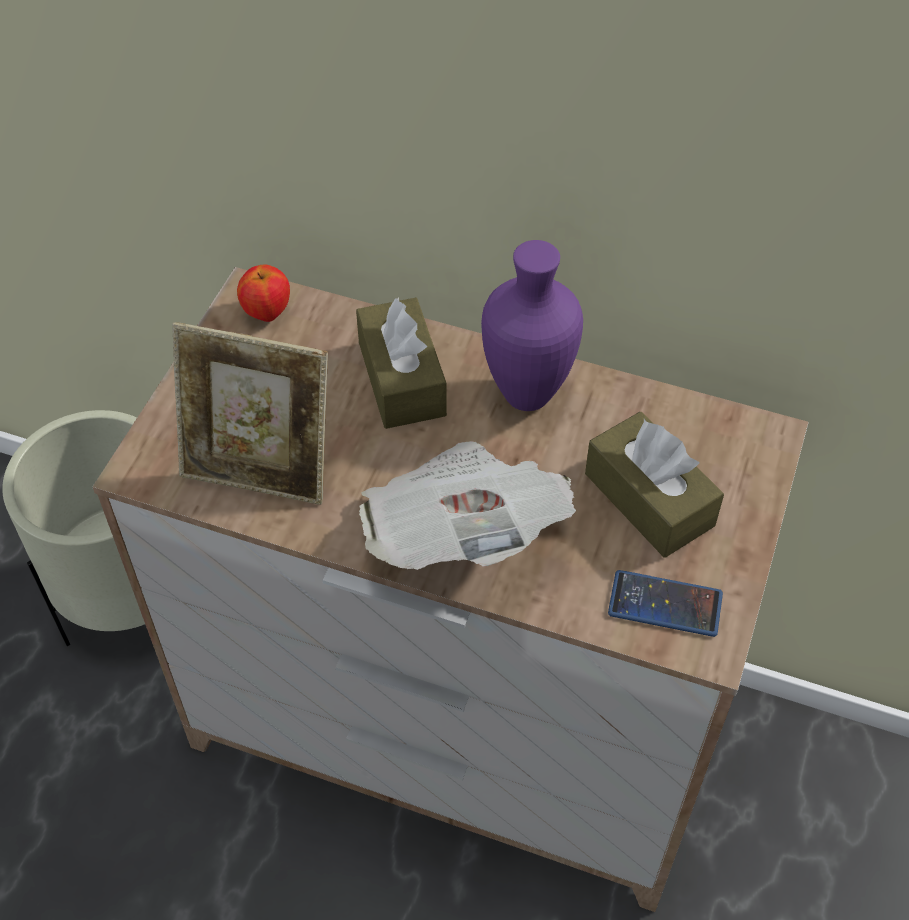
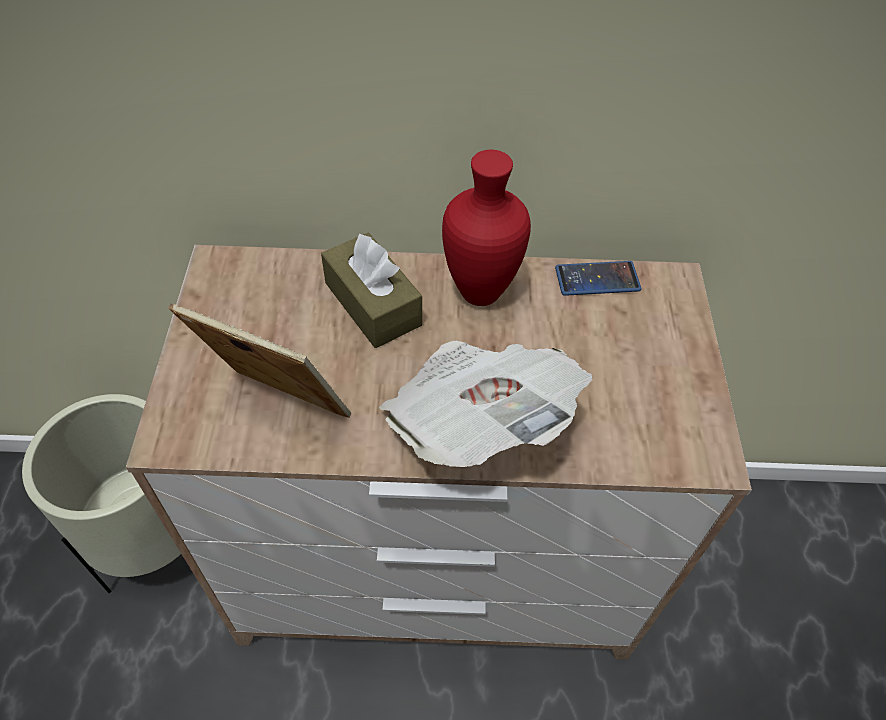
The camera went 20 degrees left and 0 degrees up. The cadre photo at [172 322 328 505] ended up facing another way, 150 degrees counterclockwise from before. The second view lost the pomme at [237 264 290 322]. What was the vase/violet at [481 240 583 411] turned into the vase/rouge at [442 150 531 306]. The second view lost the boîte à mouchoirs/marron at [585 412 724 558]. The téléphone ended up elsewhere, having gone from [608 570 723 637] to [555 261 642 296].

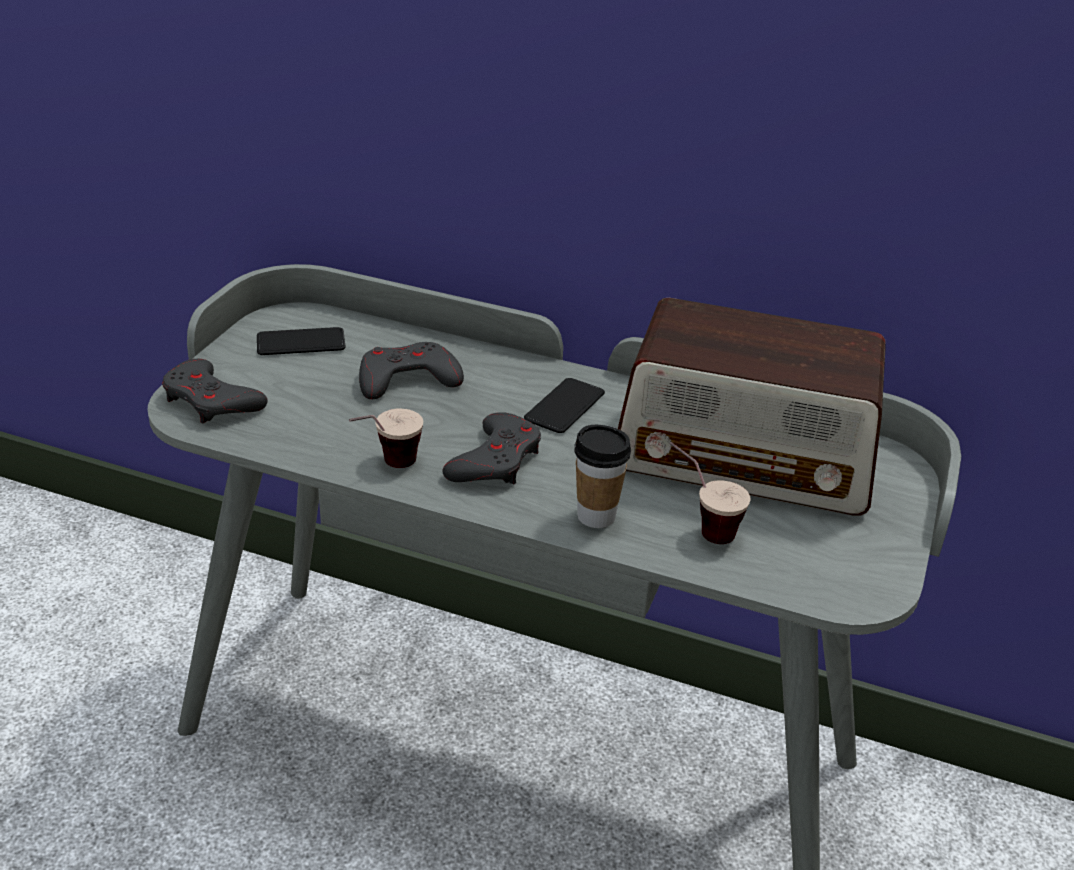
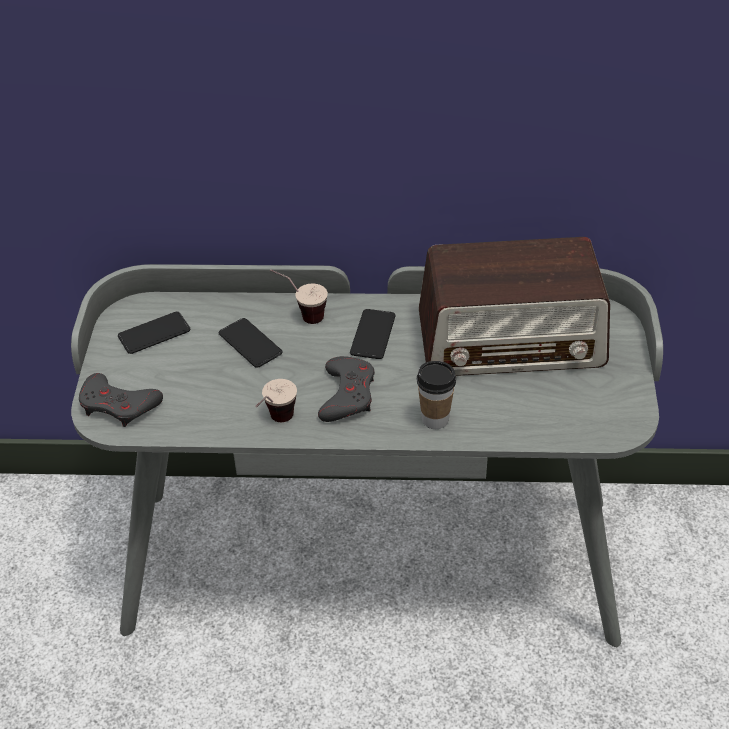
The camera went 15 degrees left and 10 degrees up. Where the manette/gris stood at [359 342 464 399], the téléphone came to stand at [219 318 283 368]. The tasse ended up elsewhere, having gone from [670 442 751 544] to [270 269 328 324].

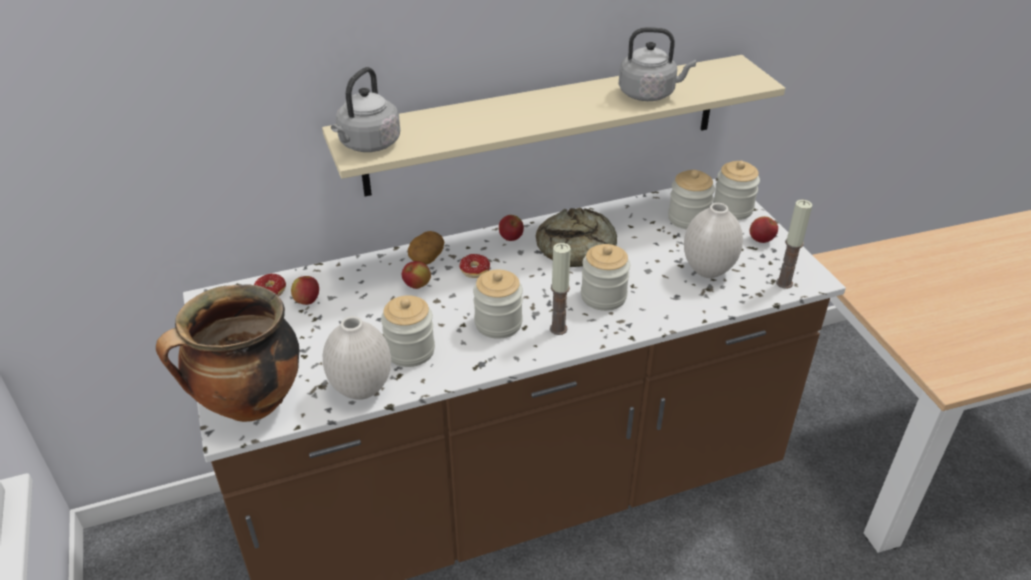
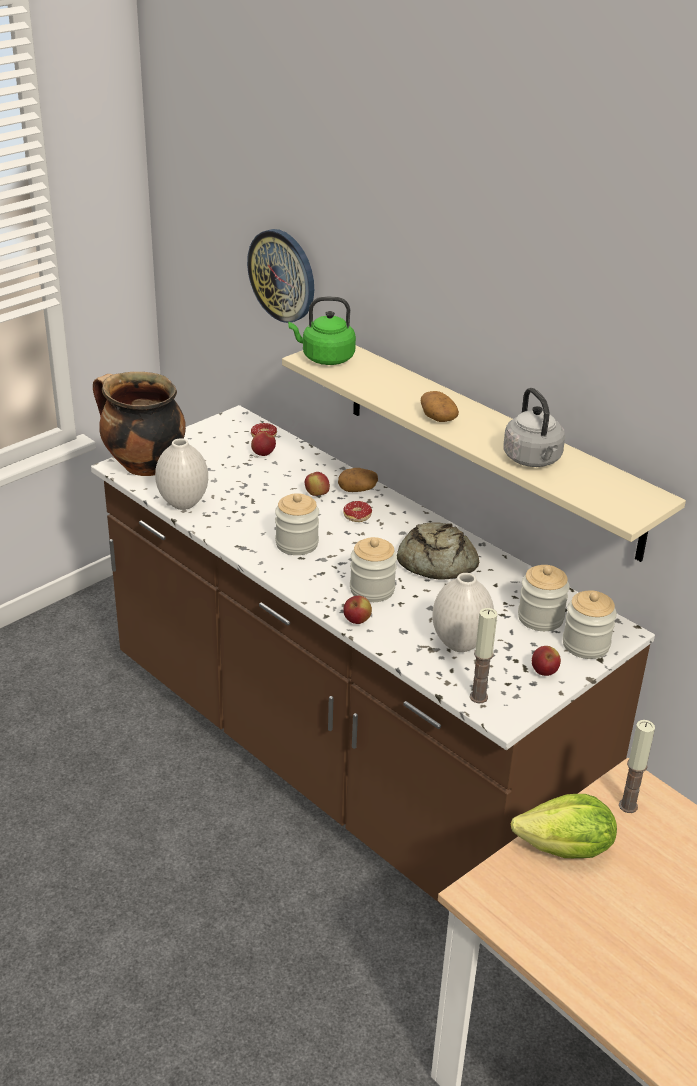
The camera went 65 degrees right and 5 degrees down. What was the bouilloire/gris at [331 67 400 152] turned into the bouilloire/vert at [288 297 356 365]. The second view lost the bocal at [381 295 435 367]. The pomme ended up elsewhere, having gone from [499 215 524 241] to [343 596 372 624]. The bougie ended up elsewhere, having gone from [550 243 571 335] to [619 720 655 813]. The second view gained the horloge murale at [247 229 314 323]. The second view gained the pomme de terre at [421 391 459 422]. The second view gained the laitue at [511 794 617 858].

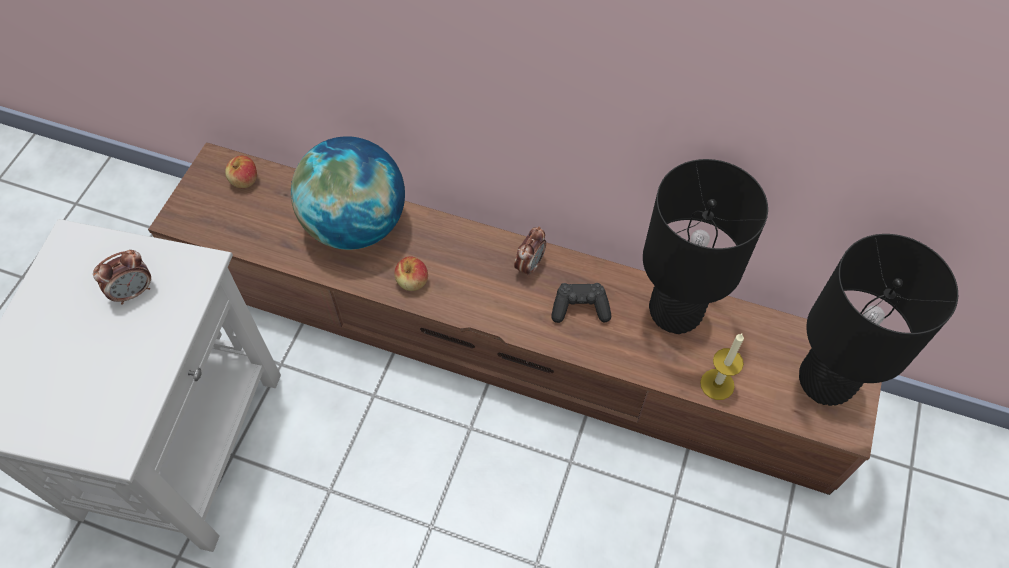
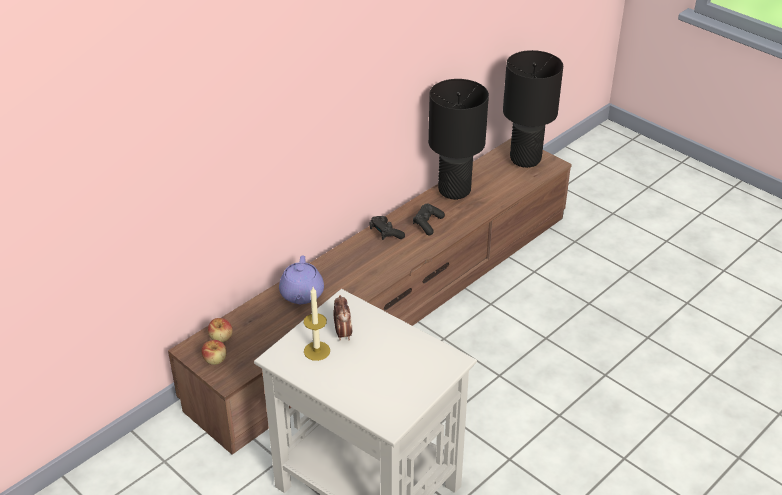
The camera went 65 degrees left and 20 degrees down. Where the globe stood at [291 136 405 250], the théière/violet came to stand at [279 255 324 304]. The pomme ended up elsewhere, having gone from [394 256 428 291] to [201 340 227 365]. Where the réveil stood at [514 226 546 277], the manette/noir came to stand at [369 216 405 240]. The bougie ended up elsewhere, having gone from [700 334 744 400] to [304 287 330 361].

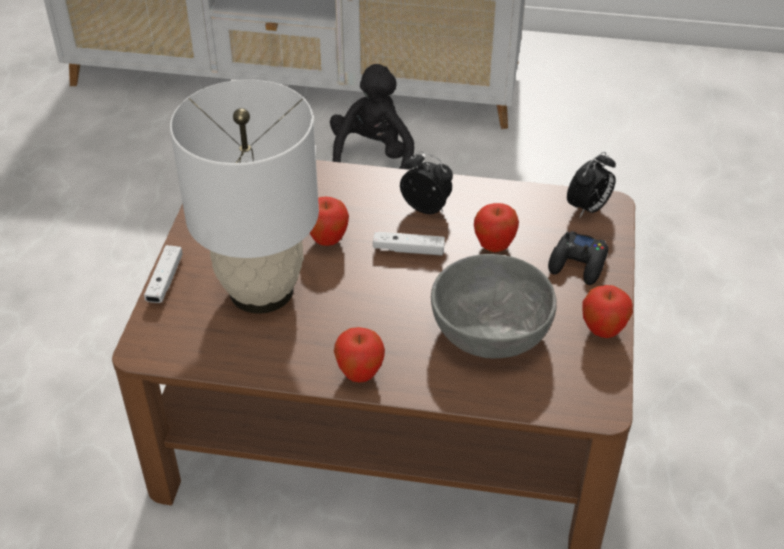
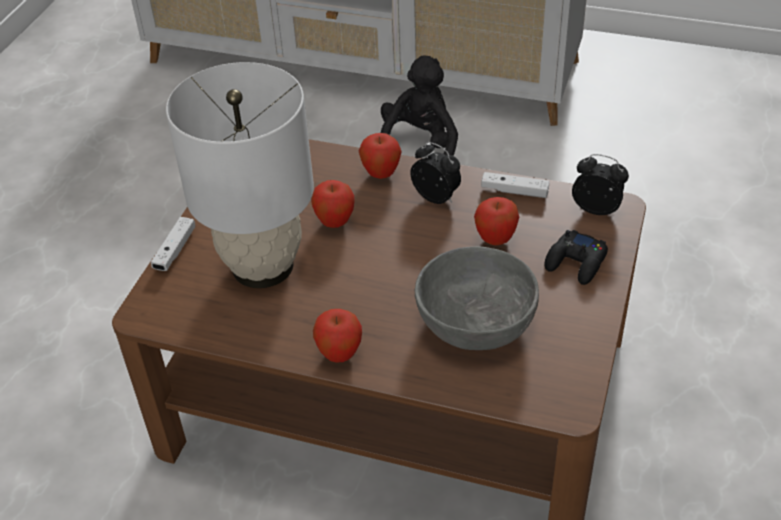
The camera went 10 degrees right and 0 degrees up. The manette/blanc ended up elsewhere, having gone from [373 231 445 256] to [481 172 550 198]. The réveil at [567 152 616 217] ended up facing another way, 120 degrees counterclockwise from before. The pomme ended up elsewhere, having gone from [582 285 633 338] to [359 133 402 179].

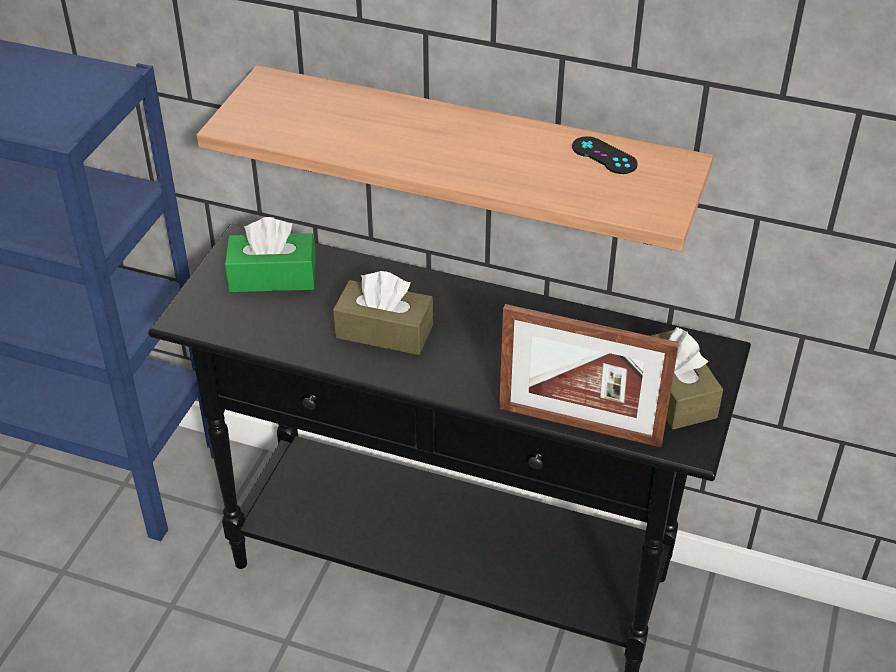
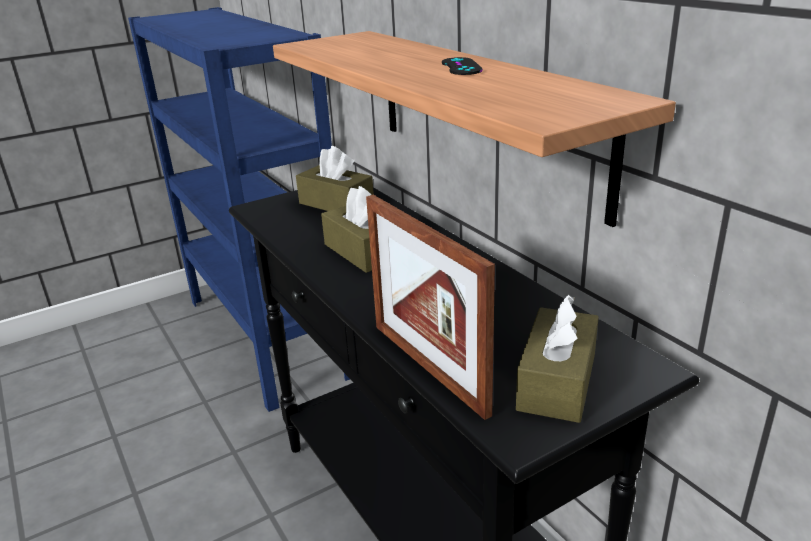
The camera went 40 degrees right and 15 degrees down. What was the boîte à mouchoirs/vert at [225 217 316 292] turned into the boîte à mouchoirs/marron at [296 146 374 211]. The manette/noir ended up elsewhere, having gone from [572 136 638 174] to [442 57 483 75].

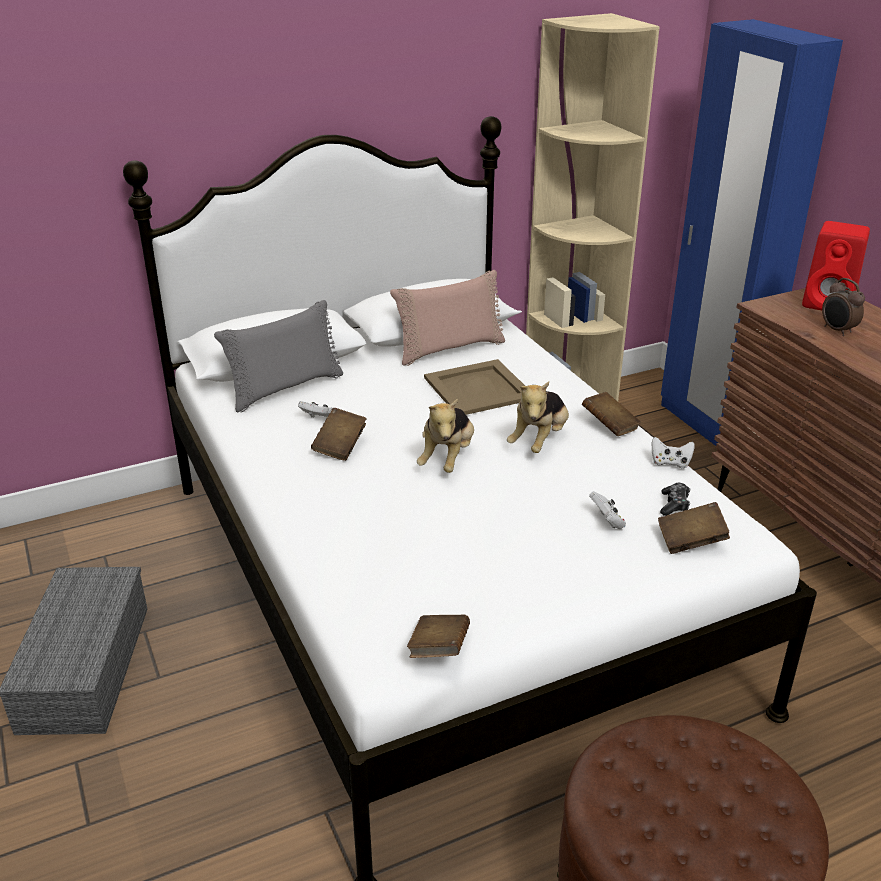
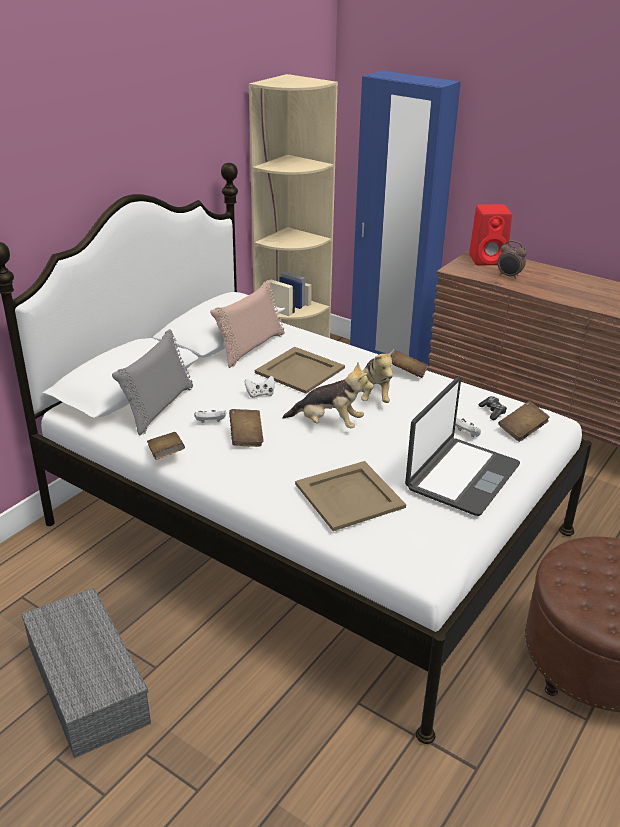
The camera went 30 degrees left and 0 degrees up. The livre/marron ended up elsewhere, having gone from [407 615 470 658] to [147 432 185 460]. The peluche at [417 399 474 473] ended up facing another way, 60 degrees counterclockwise from before. The manette/blanc ended up elsewhere, having gone from [652 437 695 469] to [245 376 275 398]. The second view gained the plateau/beige at [295 461 406 531]. The second view gained the ordinateur portable at [405 377 520 516].

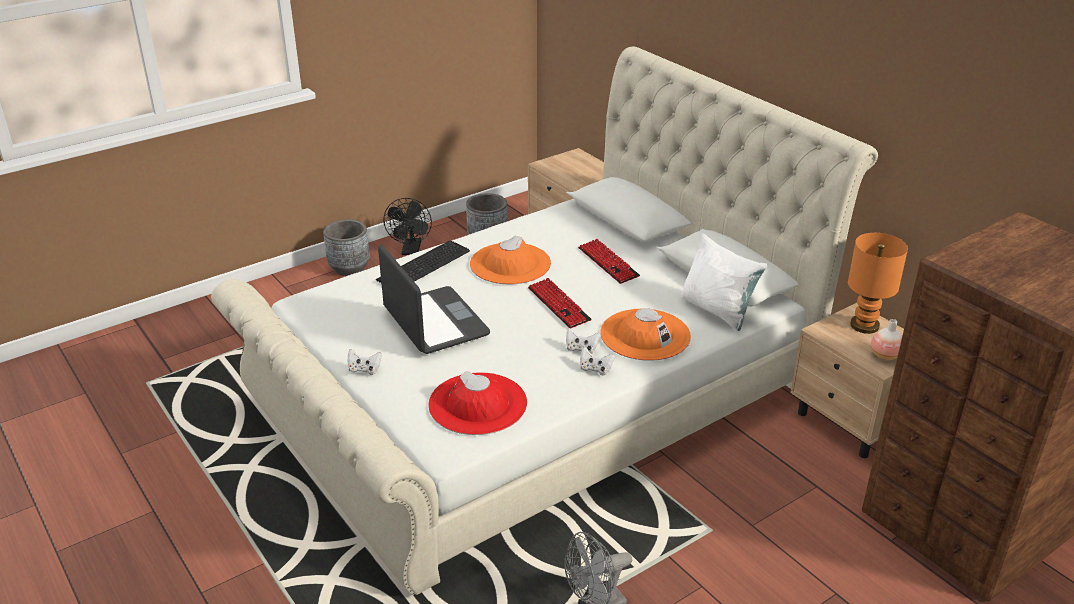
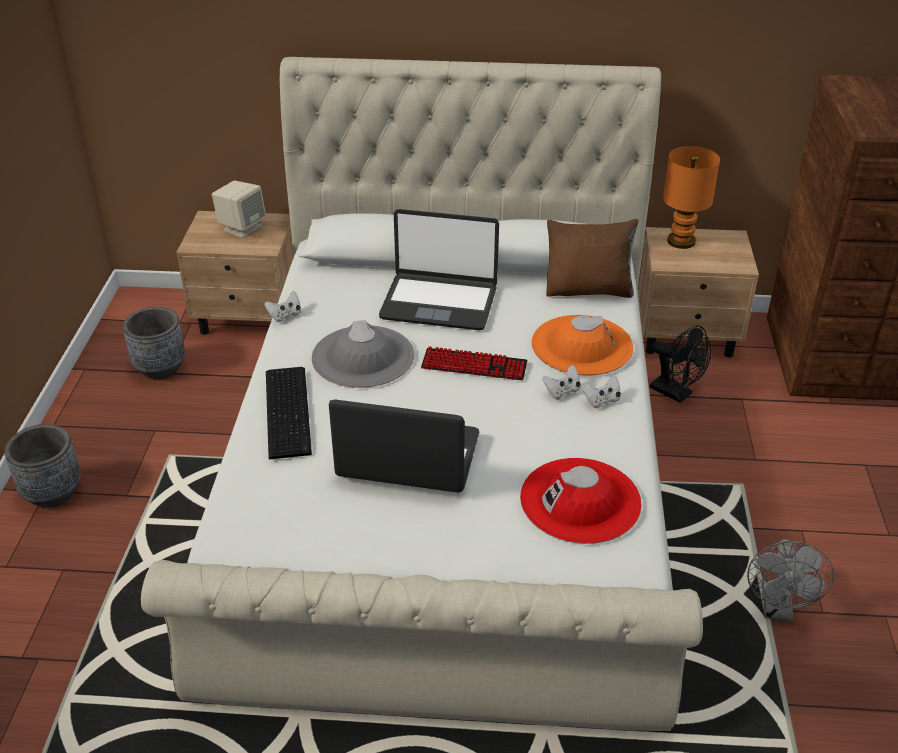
The camera went 50 degrees left and 5 degrees up. The manette/blanc ended up elsewhere, having gone from [348 349 382 375] to [264 291 301 322]. The ventilateur/noir ended up elsewhere, having gone from [383 198 432 255] to [650 325 711 403]. What was the chapeau/orange at [470 236 551 284] turned into the chapeau/gris at [312 320 415 388]. Where the clavier stood at [578 239 640 284], the ordinateur portable came to stand at [379 209 499 330]. What was the coussin/blanc at [681 233 767 331] turned into the coussin/marron at [546 219 638 298]. The second view lost the vase at [871 319 903 360]. The second view gained the enceinte/beige at [212 181 266 238].

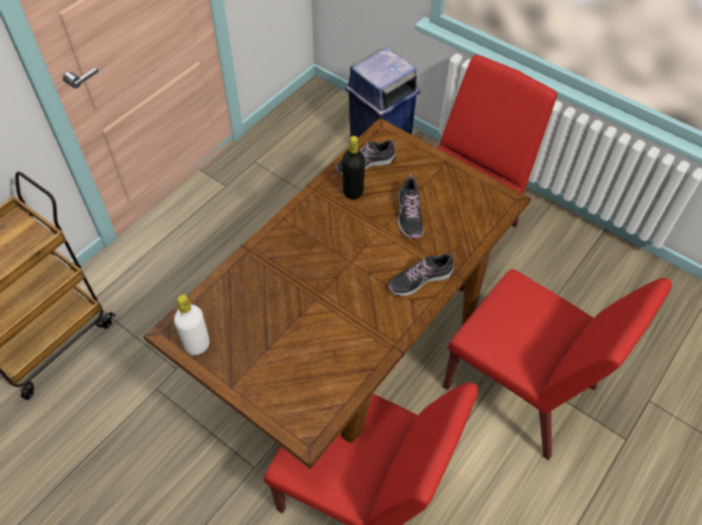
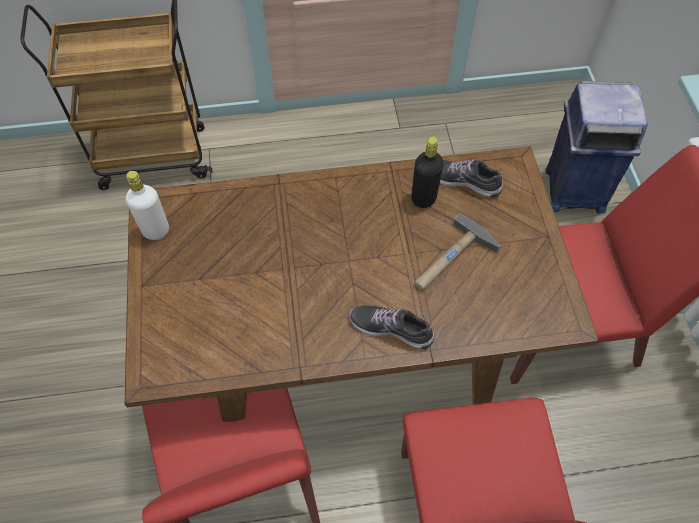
The camera went 45 degrees right and 5 degrees up. Where the chaussure stood at [398 174 424 238], the marteau came to stand at [415 213 500 290].

